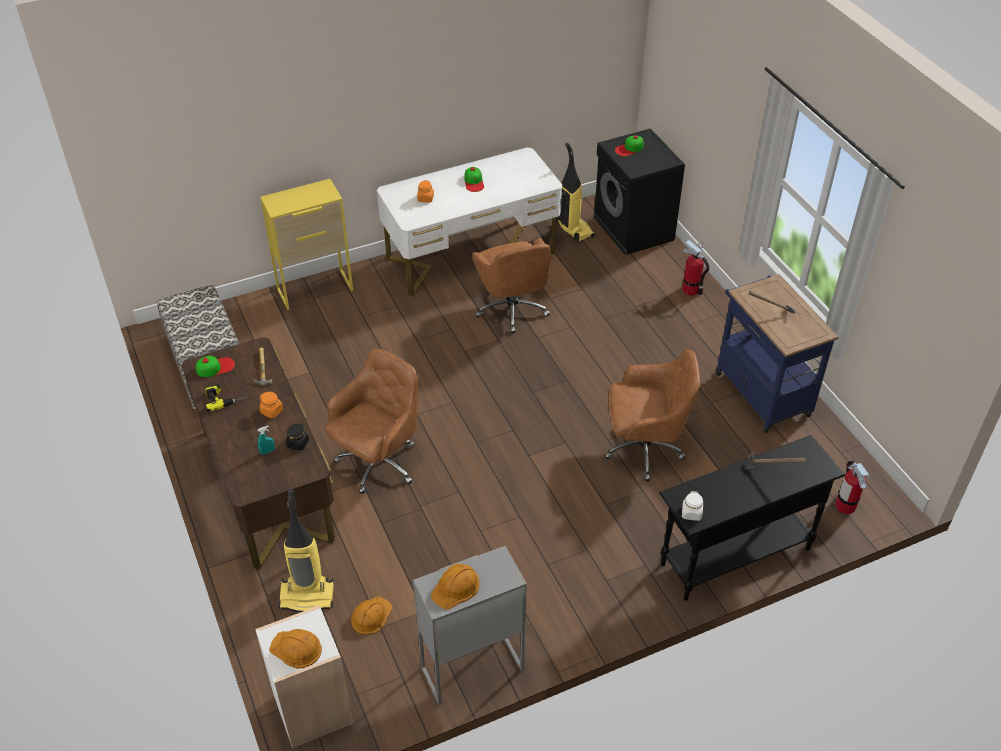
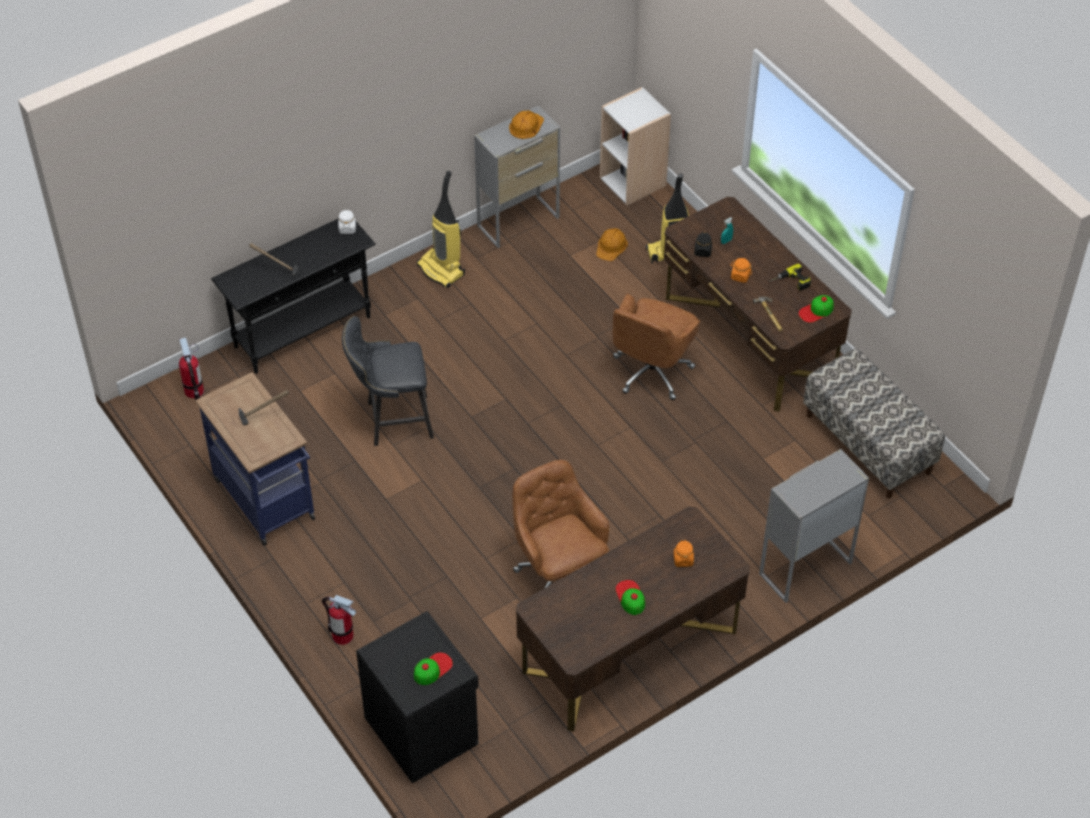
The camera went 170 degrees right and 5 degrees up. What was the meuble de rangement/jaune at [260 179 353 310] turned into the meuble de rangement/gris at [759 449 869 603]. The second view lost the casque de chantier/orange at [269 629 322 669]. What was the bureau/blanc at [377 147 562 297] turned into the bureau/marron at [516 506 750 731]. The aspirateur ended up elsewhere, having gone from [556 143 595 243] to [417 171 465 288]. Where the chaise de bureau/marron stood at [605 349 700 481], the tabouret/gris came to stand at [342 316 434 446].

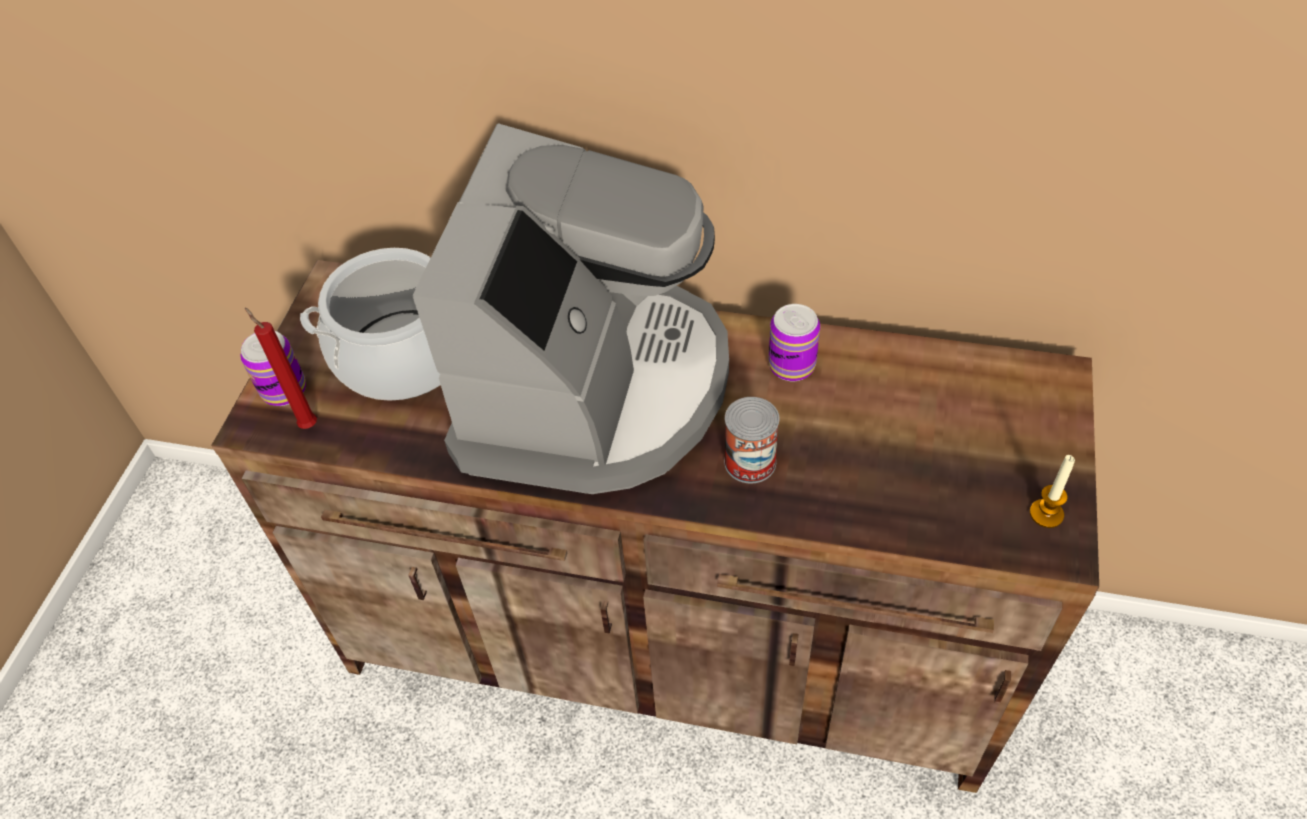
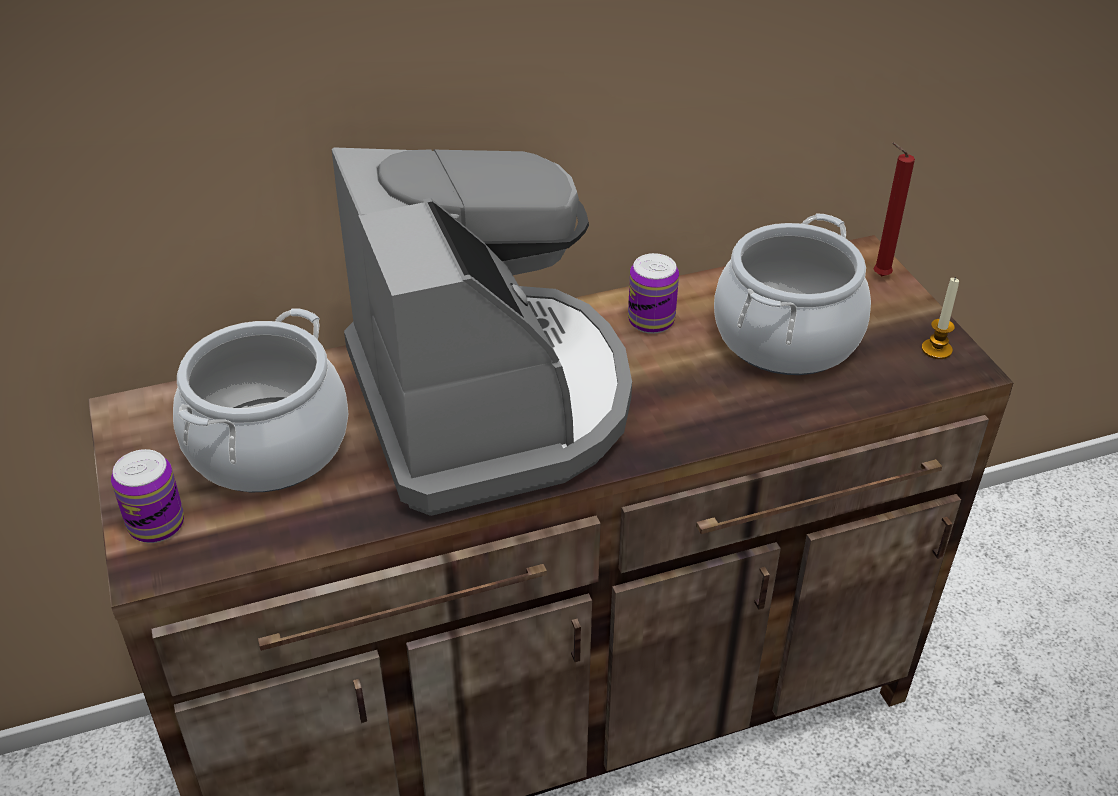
The camera went 35 degrees left and 10 degrees down. The bougie/rouge ended up elsewhere, having gone from [245 308 317 429] to [873 142 915 276]. The second view lost the boîte métallique at [724 397 779 483]. The second view gained the marmite at [714 213 871 375].

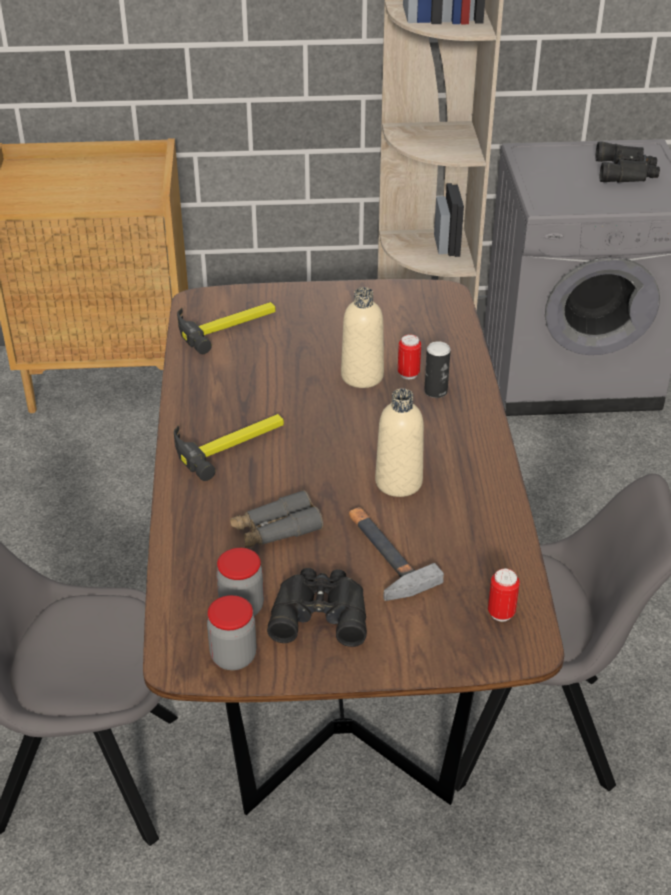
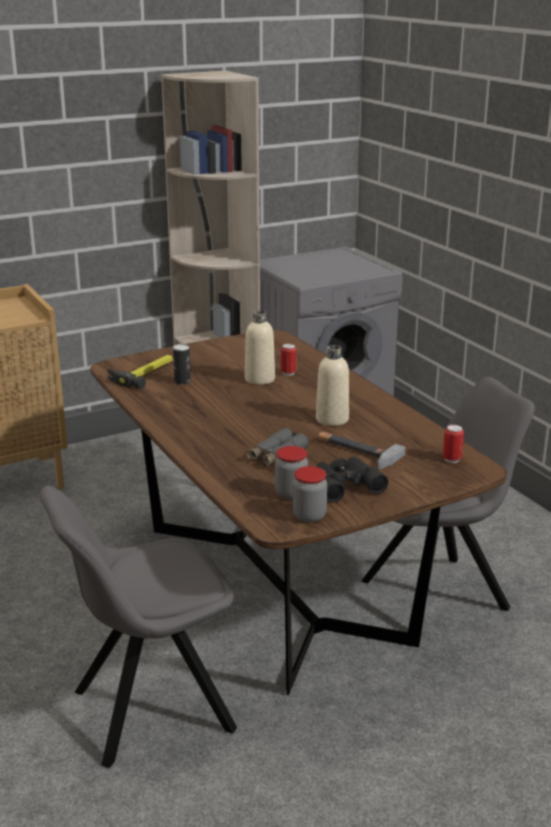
The camera went 25 degrees left and 15 degrees down. The second view lost the marteau at [174 414 284 481]. The boîte métallique ended up elsewhere, having gone from [424 341 451 398] to [173 344 191 385]. The second view lost the jumelles/noir at [595 141 660 183].

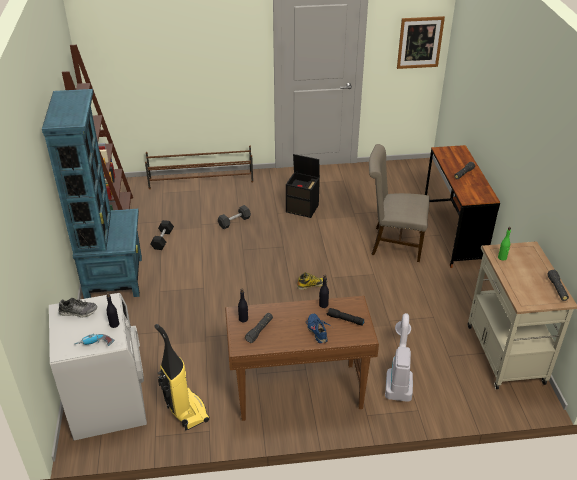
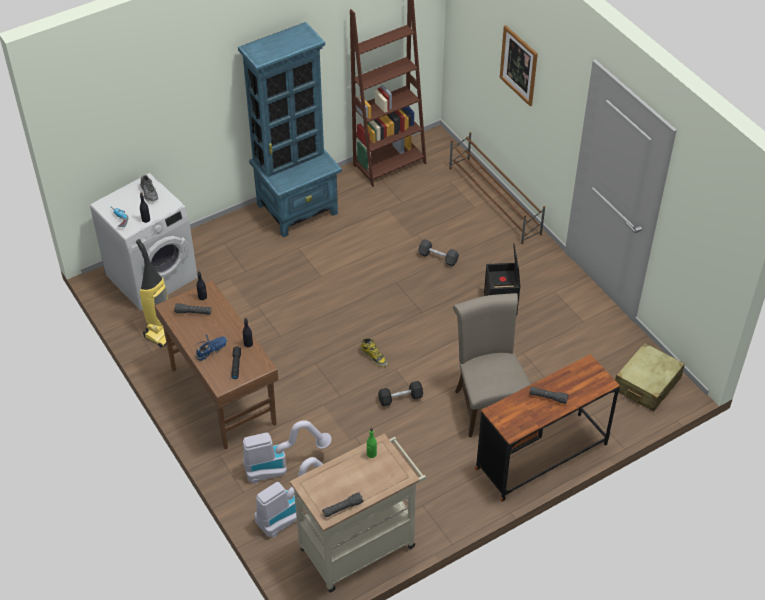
The camera went 65 degrees right and 10 degrees up. The haltère/noir ended up elsewhere, having gone from [150 220 174 250] to [378 381 423 406]. The tableau ended up elsewhere, having gone from [397 16 445 69] to [500 25 538 106]. The second view gained the aspirateur at [254 457 323 537]. The second view gained the valise/beige at [615 342 685 411].

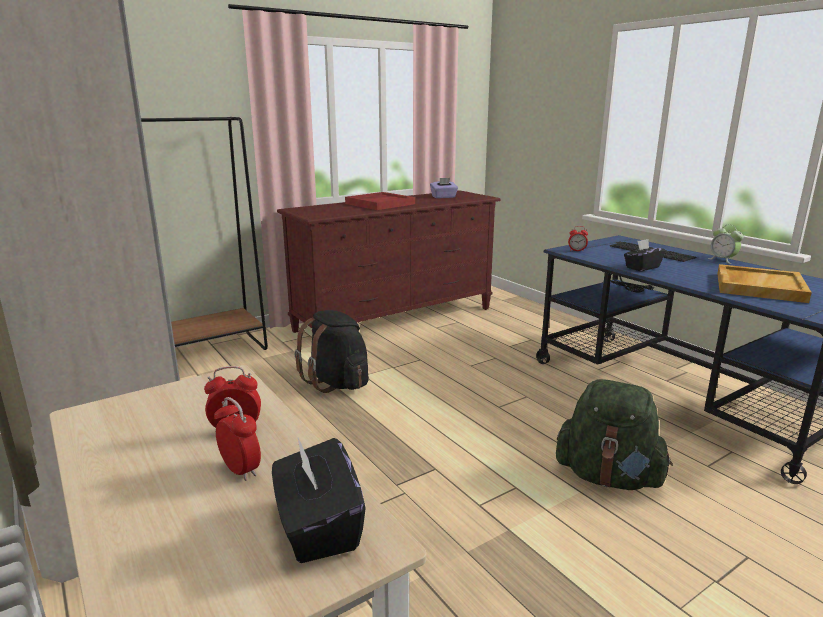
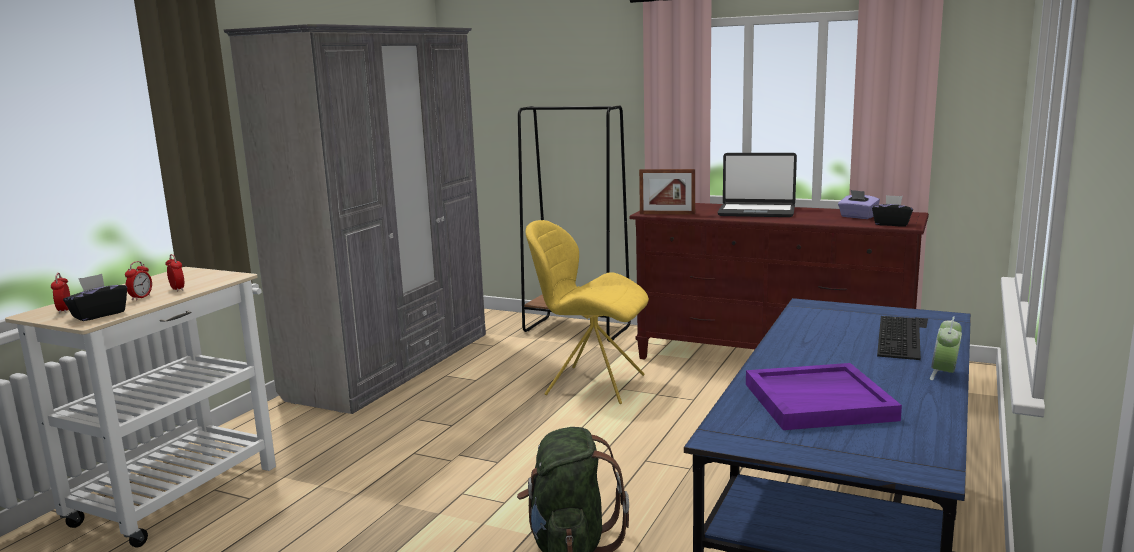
The camera went 60 degrees right and 5 degrees down. Where the sac à dos/noir stood at [294 310 369 393], the chaise/jaune came to stand at [526 220 649 404]. Where the plateau/rouge stood at [345 192 415 210], the ordinateur portable came to stand at [717 153 797 217]. The réveil ended up elsewhere, having gone from [568 226 588 252] to [51 273 70 314]. The boîte à mouchoirs/noir ended up elsewhere, having gone from [624 239 665 271] to [872 195 913 227]. What was the plateau/beige at [717 264 812 303] turned into the plateau/violet at [746 363 902 430]. The second view gained the cadre photo at [639 169 695 215].

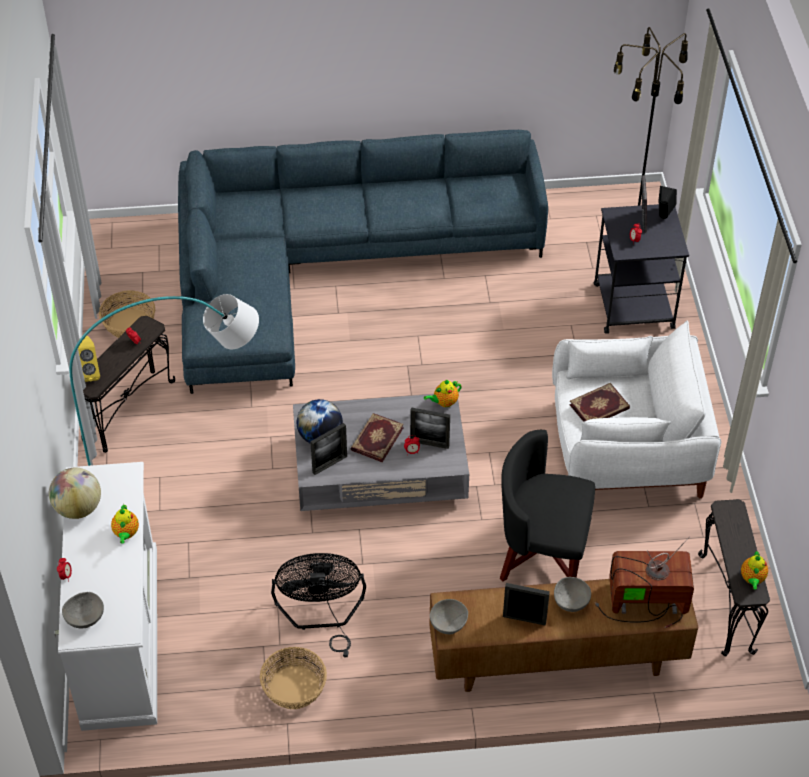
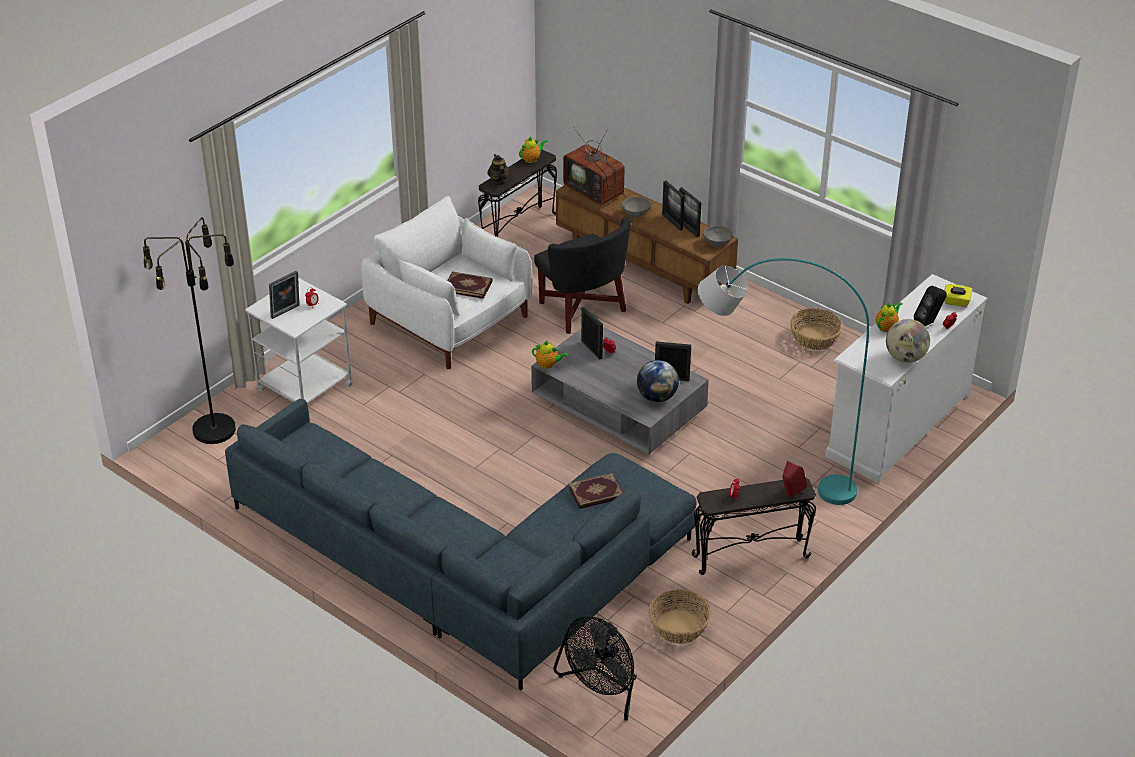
The camera went 135 degrees left and 10 degrees down. Where the bol/gris stood at [62 592 104 629], the boîte à mouchoirs/jaune came to stand at [945 284 972 307]. What was the enceinte/jaune at [78 336 100 382] turned into the enceinte/rouge at [782 461 807 497]. The ventilateur/noir ended up elsewhere, having gone from [271 553 366 657] to [553 617 637 721]. The livre ended up elsewhere, having gone from [351 413 404 462] to [568 473 624 509]. What was the chariot/noir at [593 204 689 334] turned into the chariot/blanc at [245 278 353 404]. The enceinte/noir ended up elsewhere, having gone from [659 186 677 219] to [914 285 947 326]. The second view gained the théière at [488 154 510 185]. The second view gained the cadre photo at [679 187 701 237].

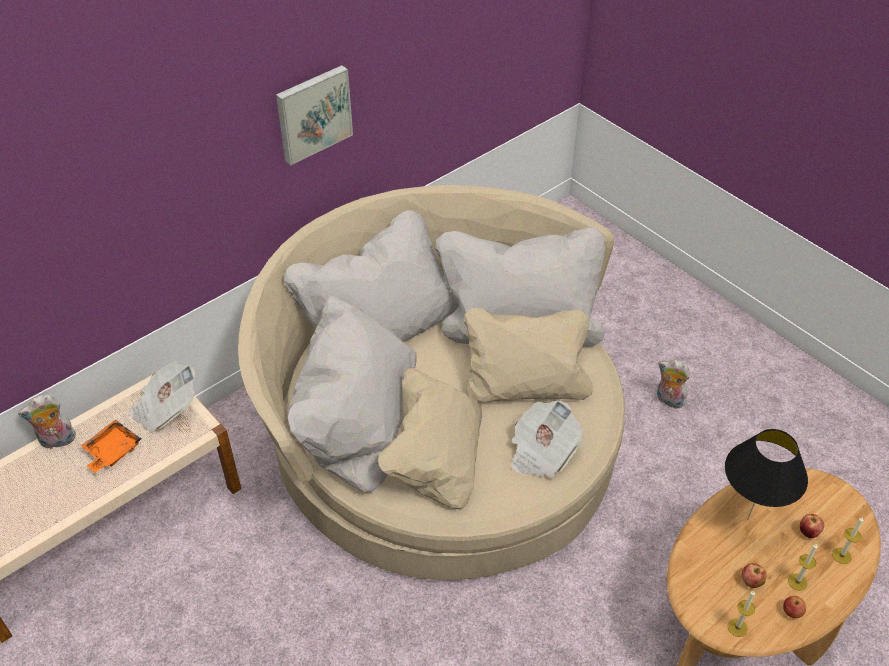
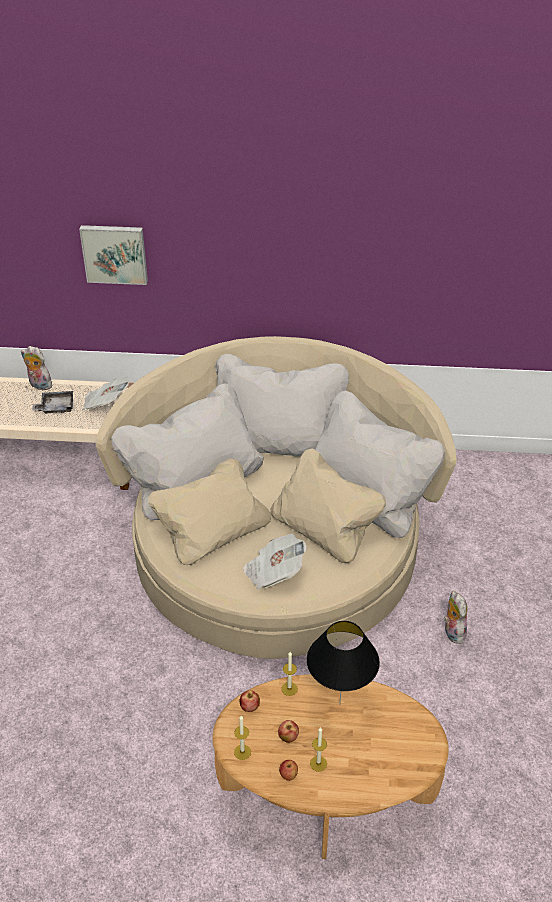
The camera went 45 degrees right and 5 degrees down. What was the plateau/orange at [81 419 142 473] turned into the plateau/gris at [32 391 73 414]. The tableau ended up elsewhere, having gone from [276 65 353 165] to [79 225 148 285]. The pomme ended up elsewhere, having gone from [800 514 824 538] to [239 690 260 712]. The bougie ended up elsewhere, having gone from [832 517 863 564] to [281 652 298 696].

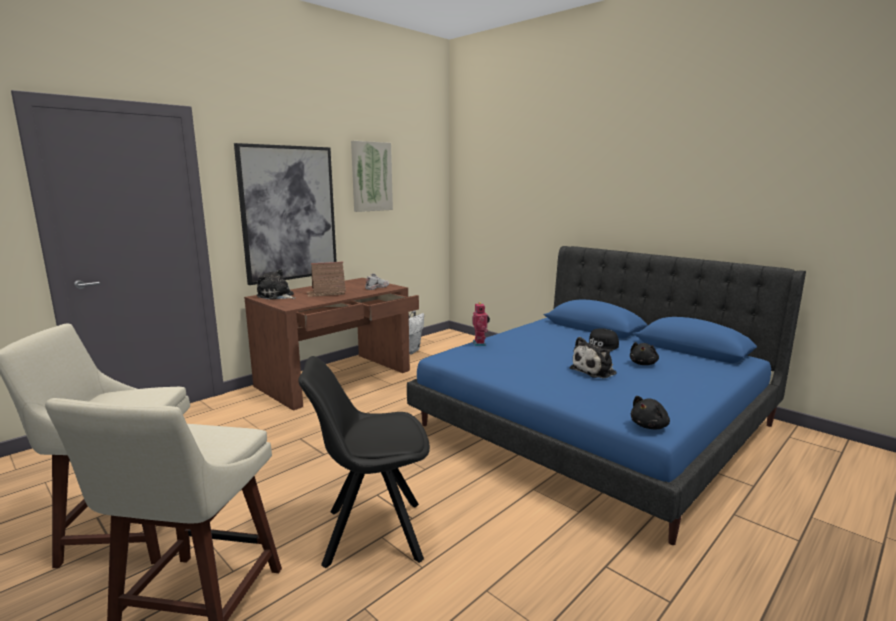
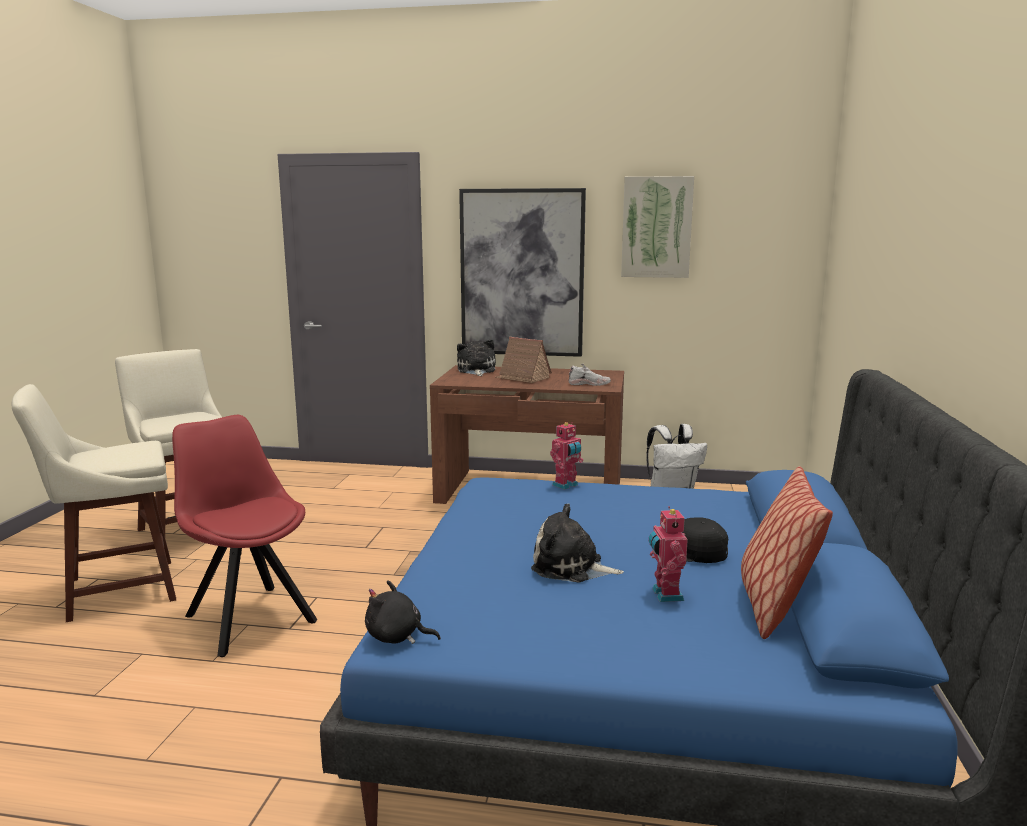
The camera went 55 degrees right and 0 degrees up. What was the chaise/noir at [298 356 430 568] turned into the chaise/rouge at [172 415 317 657]. Where the peluche/noir stood at [630 342 659 365], the robot jouet came to stand at [649 506 688 602]. The second view gained the coussin at [741 466 833 639].

